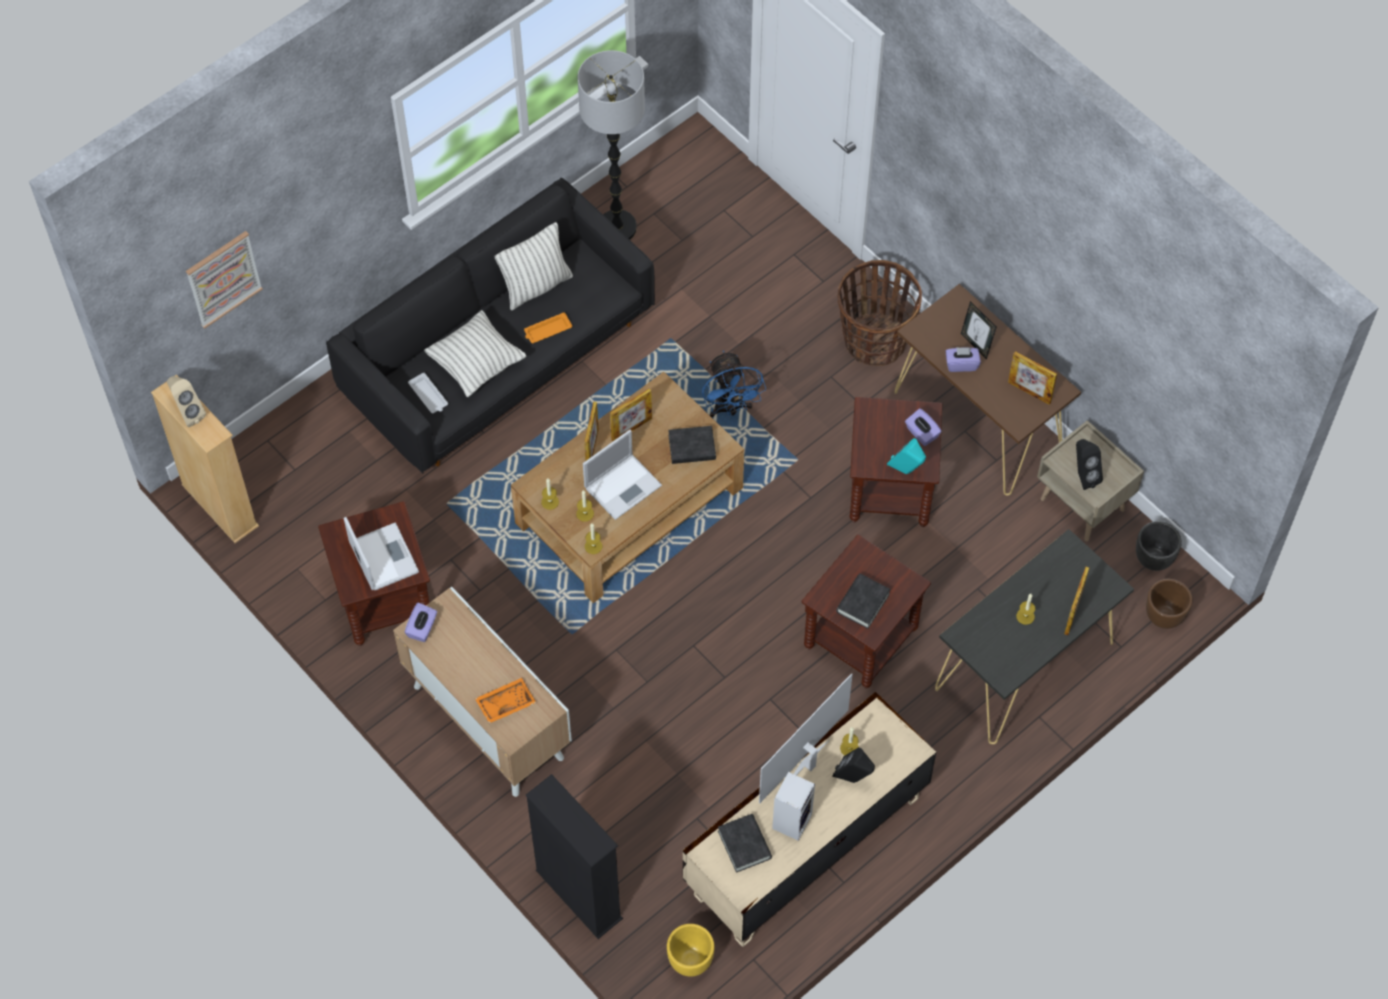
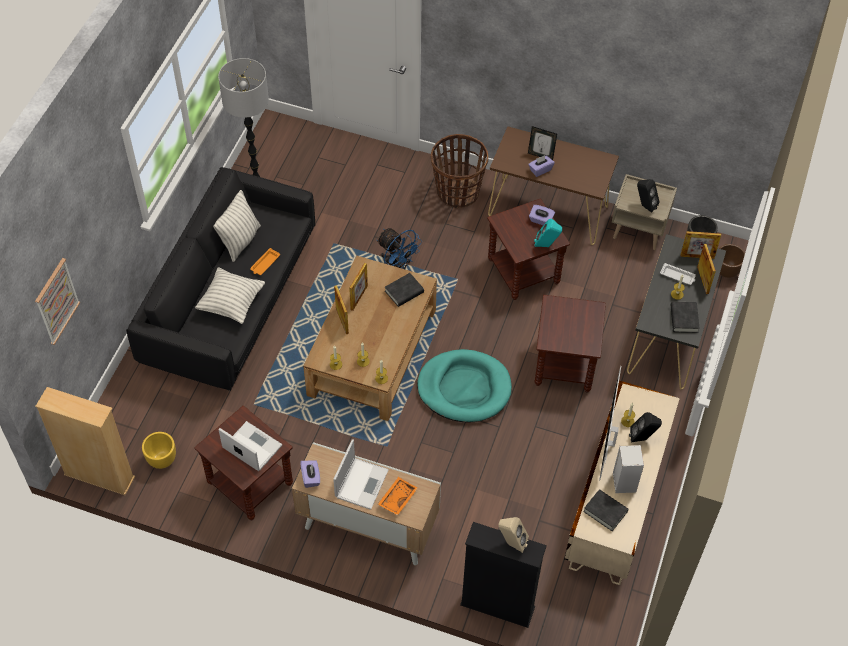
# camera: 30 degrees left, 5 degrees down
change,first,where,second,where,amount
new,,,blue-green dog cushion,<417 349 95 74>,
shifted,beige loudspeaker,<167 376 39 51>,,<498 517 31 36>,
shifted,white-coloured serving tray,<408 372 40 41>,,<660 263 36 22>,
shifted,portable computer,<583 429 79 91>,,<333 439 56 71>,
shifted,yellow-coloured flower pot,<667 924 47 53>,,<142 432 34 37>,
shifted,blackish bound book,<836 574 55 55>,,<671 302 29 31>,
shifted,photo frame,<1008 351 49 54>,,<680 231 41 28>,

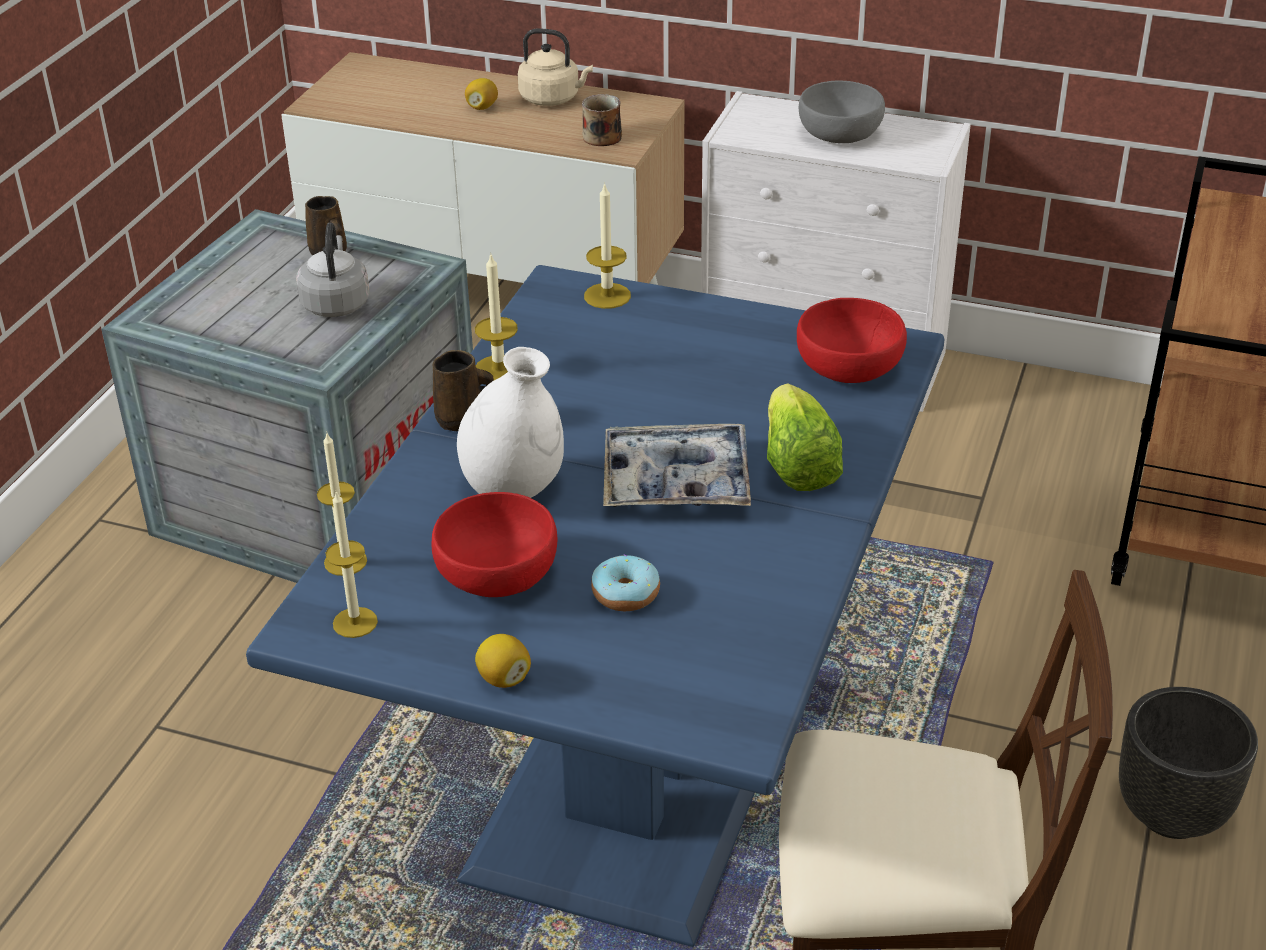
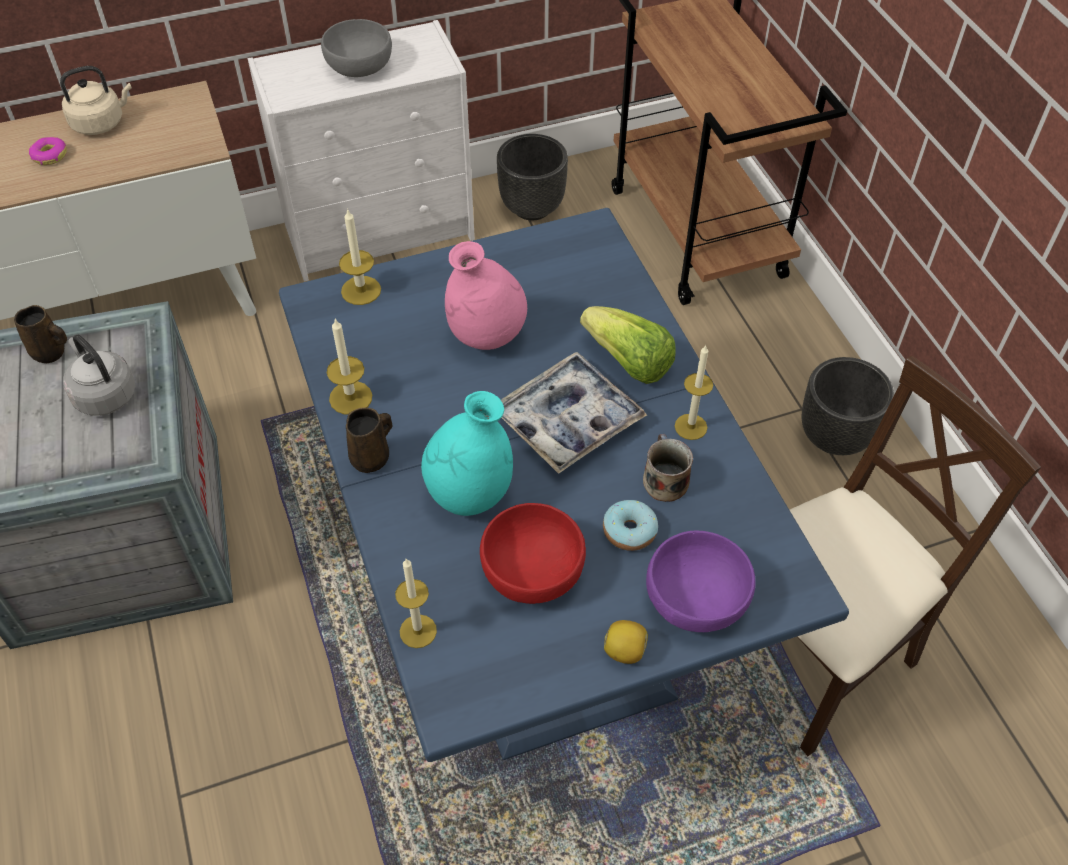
# camera: 40 degrees left, 15 degrees up
change,first,where,second,where,amount
gone,red bowl,<797 298 110 85>,,,
new,,,pink decorative vase,<445 241 82 109>,
new,,,blackish flower pot,<497 134 71 87>,
new,,,purple bowl,<646 531 110 101>,
shifted,wax light,<325 491 53 147>,,<675 345 38 95>,
shifted,mug,<582 94 40 52>,,<643 434 50 68>,
swapped,lemon,<465 78 33 32>,doughnut,<29 137 38 28>,
repainted,white-coloured decorative vase,<457 347 107 151>,blue-green decorative vase,<421 391 92 125>,

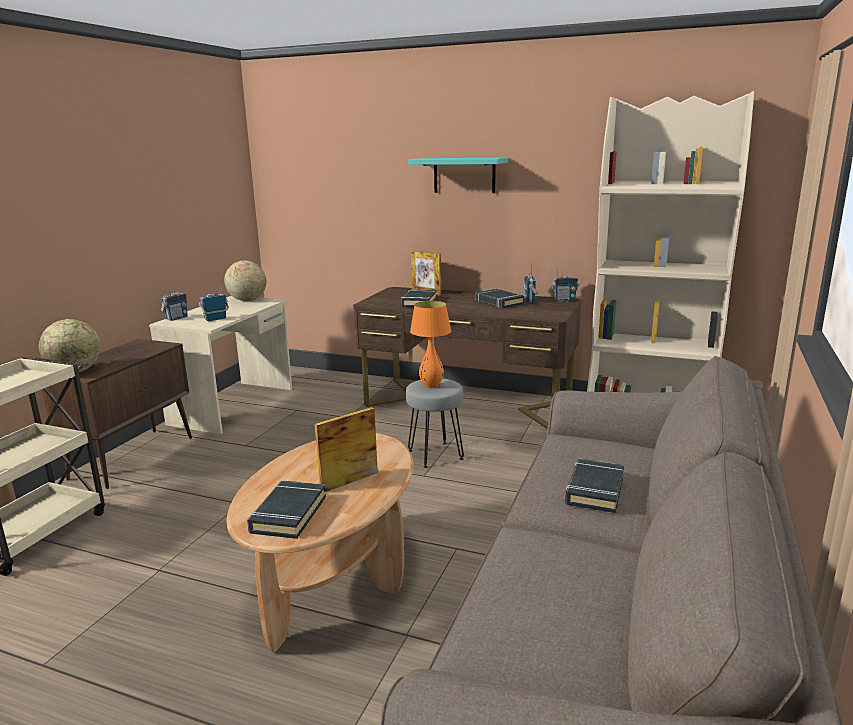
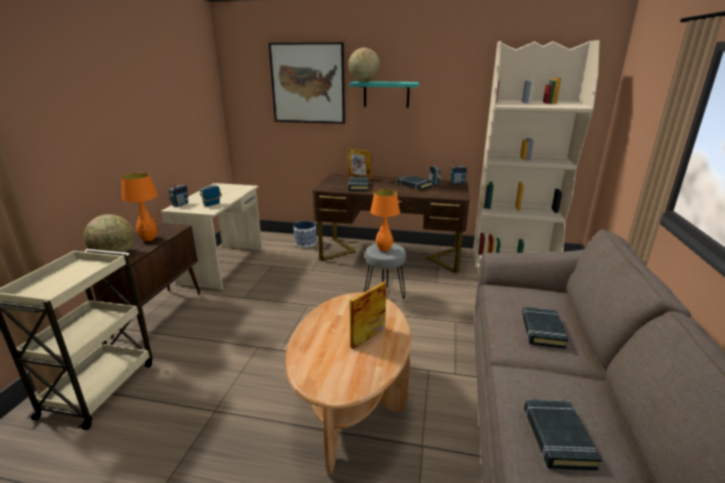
# camera: 10 degrees left, 5 degrees up
change,first,where,second,where,amount
new,,,orange table lamp,<121 173 37 68>,
new,,,wall picture,<268 42 77 82>,
new,,,flower pot,<293 221 24 27>,
shifted,world globe,<224 260 42 41>,,<348 48 32 34>,
shifted,blackish bound book,<247 480 79 59>,,<524 399 77 71>,

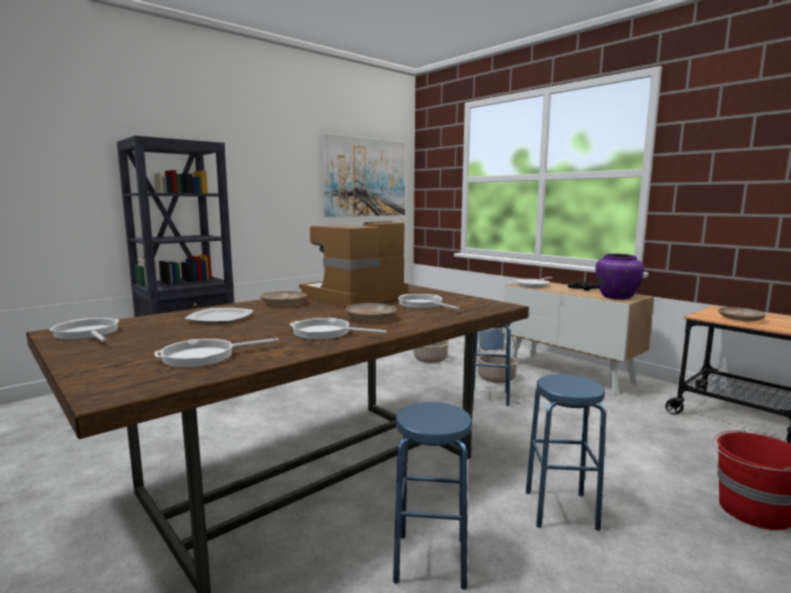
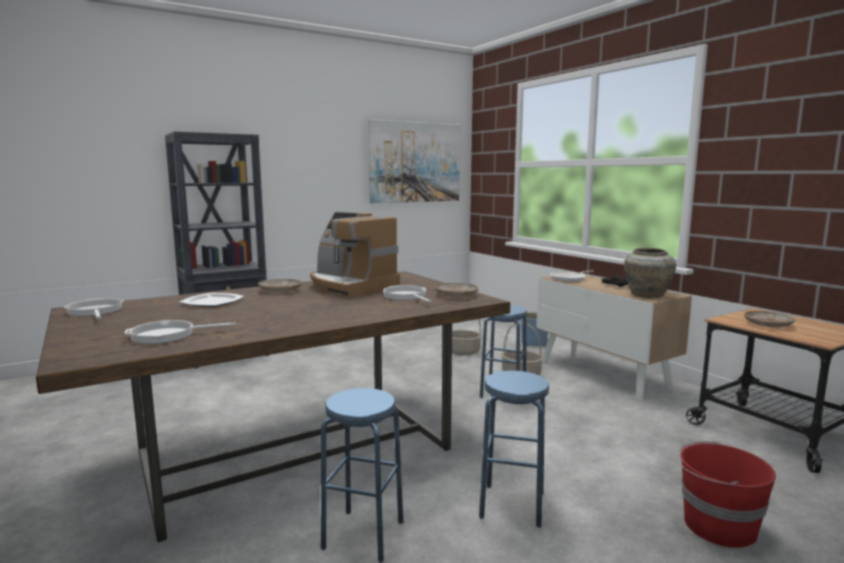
# camera: 10 degrees right, 0 degrees up
change,first,where,second,where,amount
gone,skillet,<289 318 98 22>,,,
shifted,beige dinner plate,<346 303 51 18>,,<435 283 44 14>,
repainted,purple decorative vase,<596 254 48 46>,beige decorative vase,<624 248 52 50>,
rotated,coffee machine,<299 221 109 87>,,<310 212 90 86>,105 degrees counterclockwise

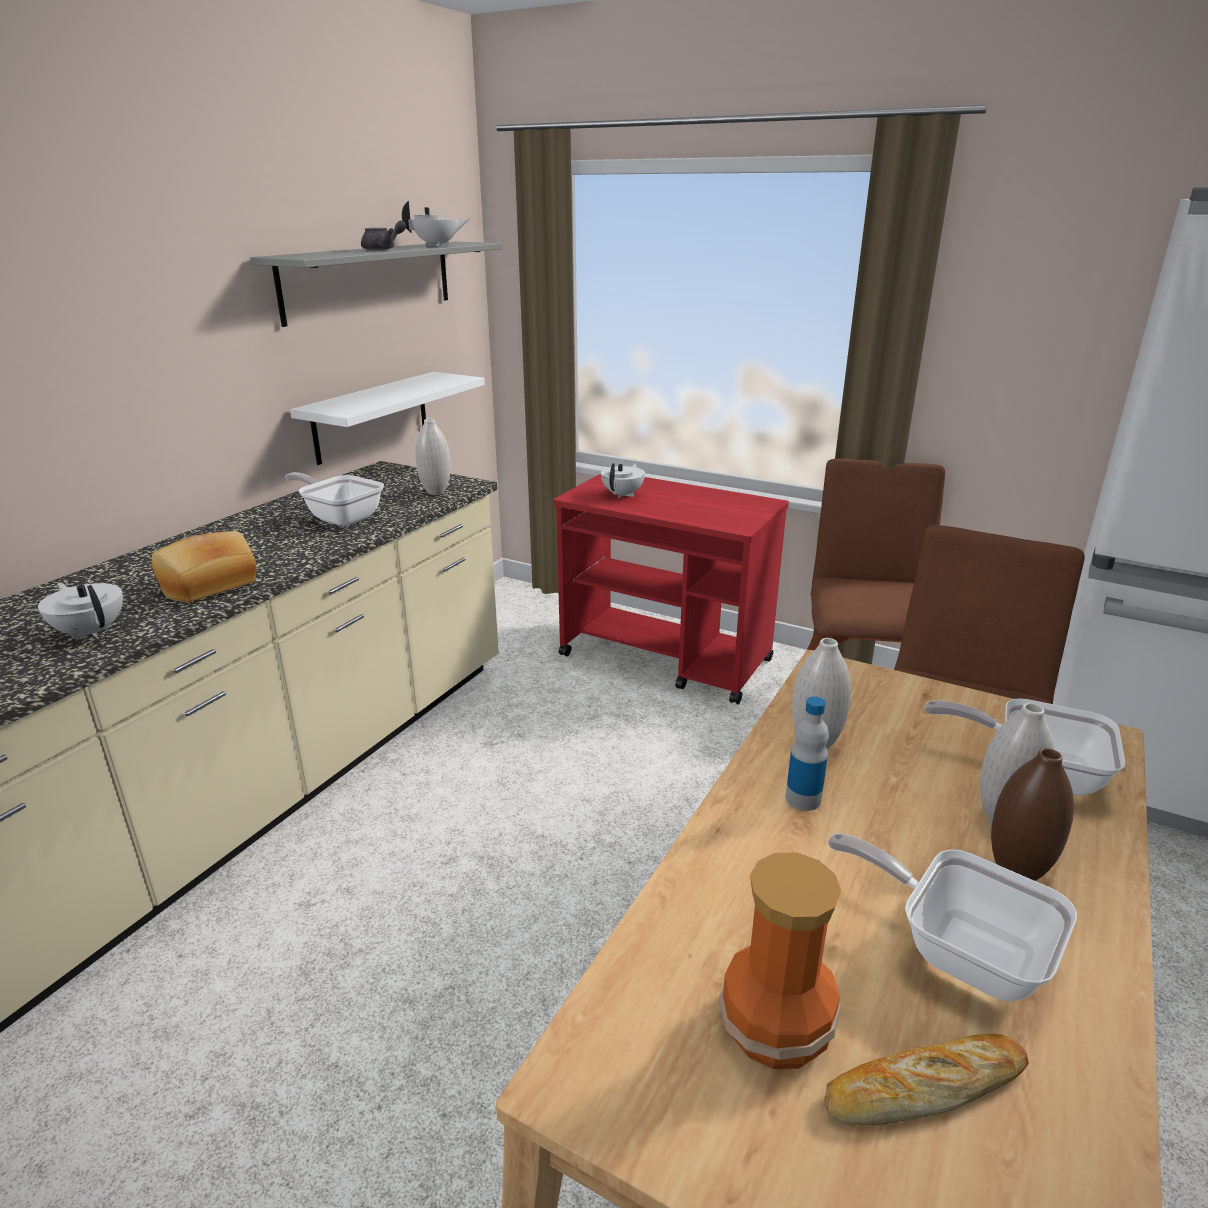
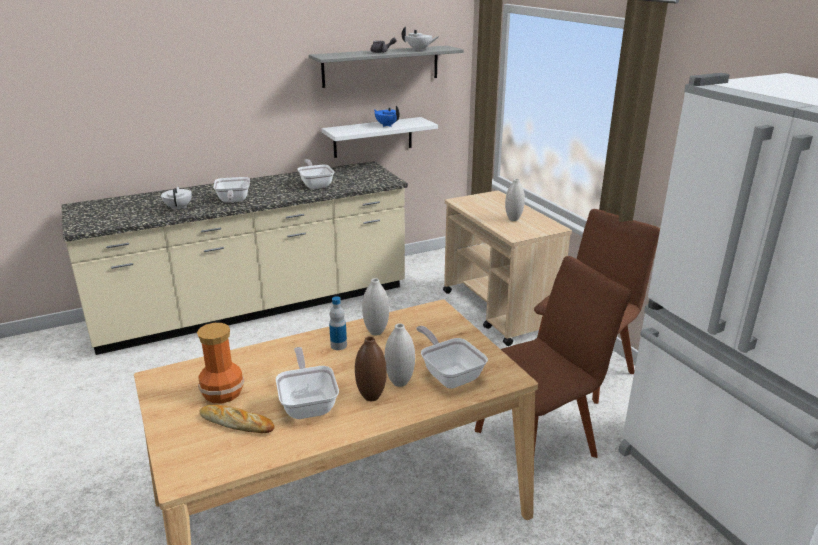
# camera: 35 degrees right, 0 degrees up
change,first,where,second,where,amount
gone,white-coloured tea pot,<601 463 44 35>,,,
new,,,bluish tea pot,<374 105 26 22>,
shifted,white-coloured decorative vase,<415 418 36 77>,,<505 179 20 42>,
swapped,bakery bread,<152 531 105 72>,skillet,<213 177 37 26>,
repainted,red wheeled cart,<554 474 235 231>,beige wheeled cart,<443 191 129 155>,

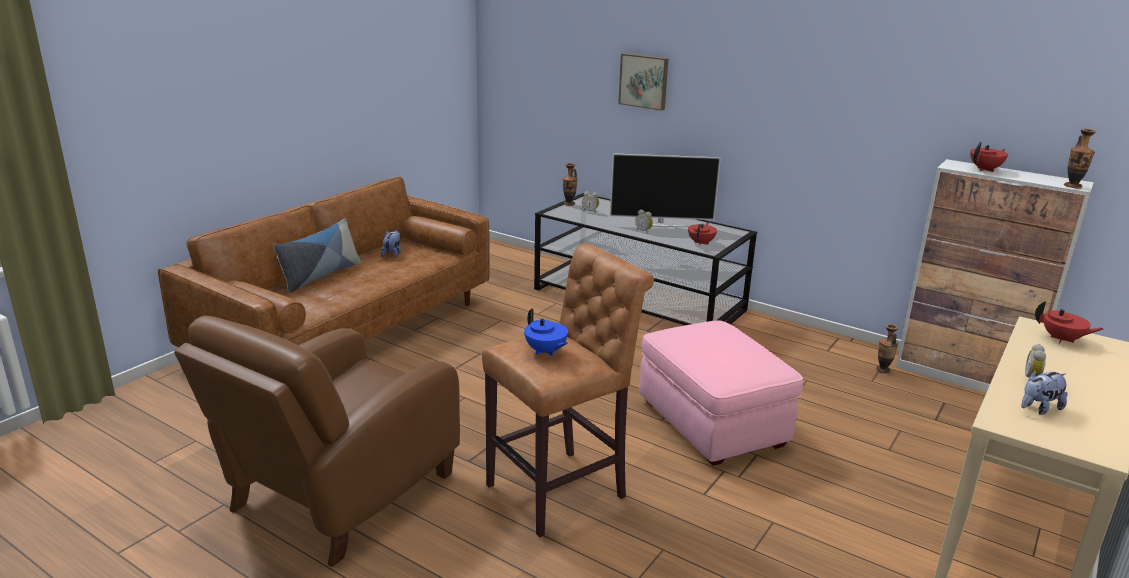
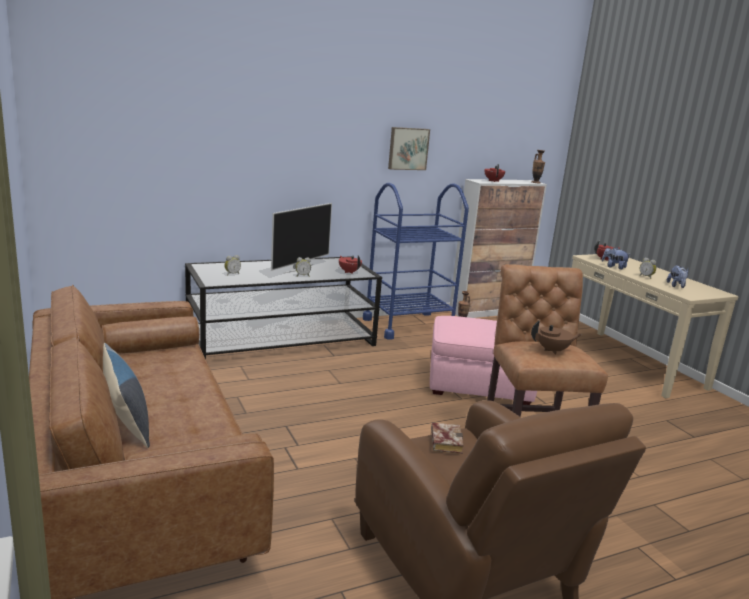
# camera: 60 degrees left, 5 degrees down
change,first,where,second,where,amount
gone,decorative vase,<563 163 15 43>,,,
new,,,bluish wheeled cart,<363 183 106 157>,
new,,,bound book,<431 423 33 31>,
shifted,plush toy,<381 230 20 28>,,<602 247 29 23>,
shifted,wall picture,<618 53 51 58>,,<388 127 42 43>,
repainted,bluish tea pot,<524 308 44 48>,brownish tea pot,<531 321 51 34>,

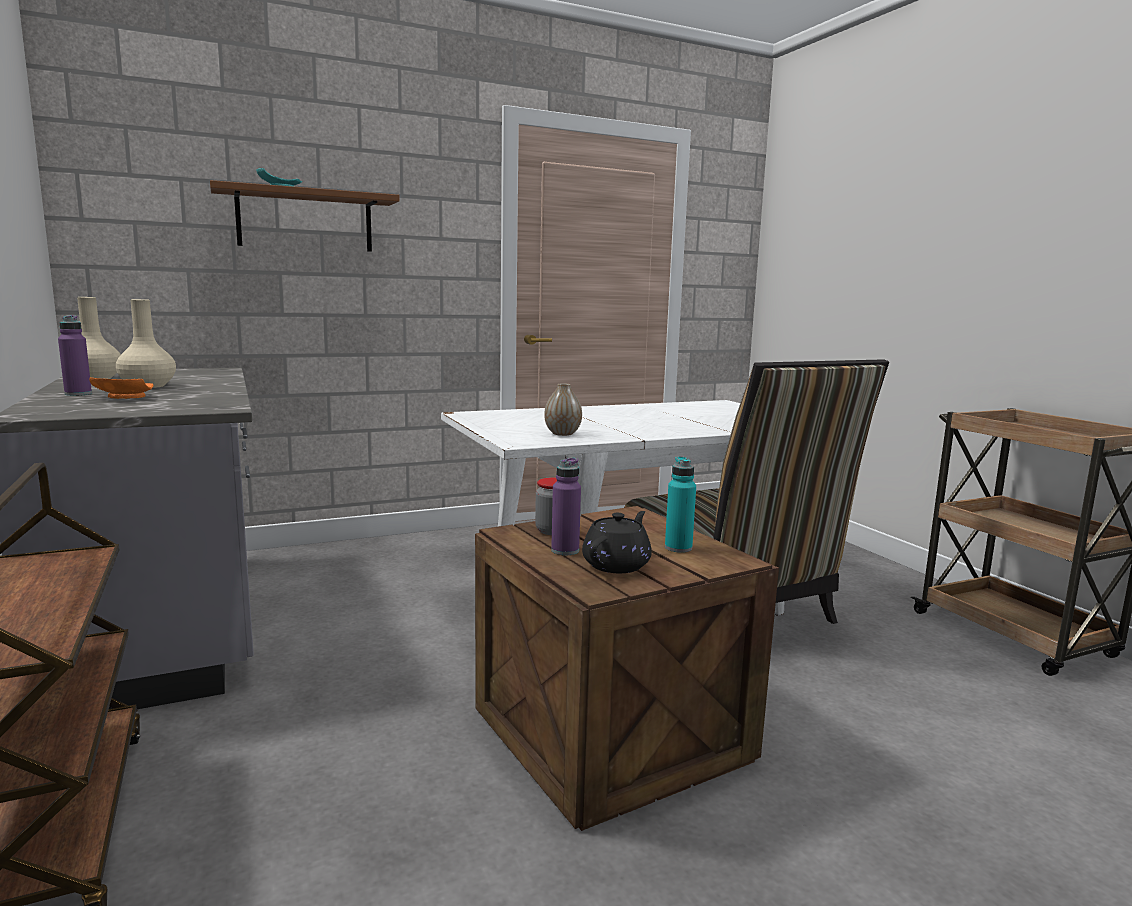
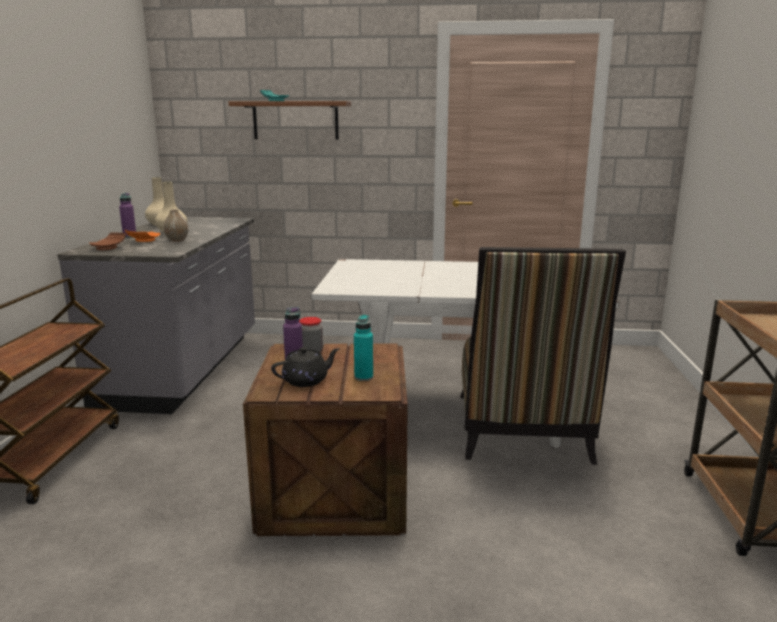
# camera: 30 degrees right, 5 degrees up
change,first,where,second,where,amount
new,,,brownish dinner plate,<89 233 37 17>,
shifted,decorative vase,<544 383 38 53>,,<164 209 24 33>,

